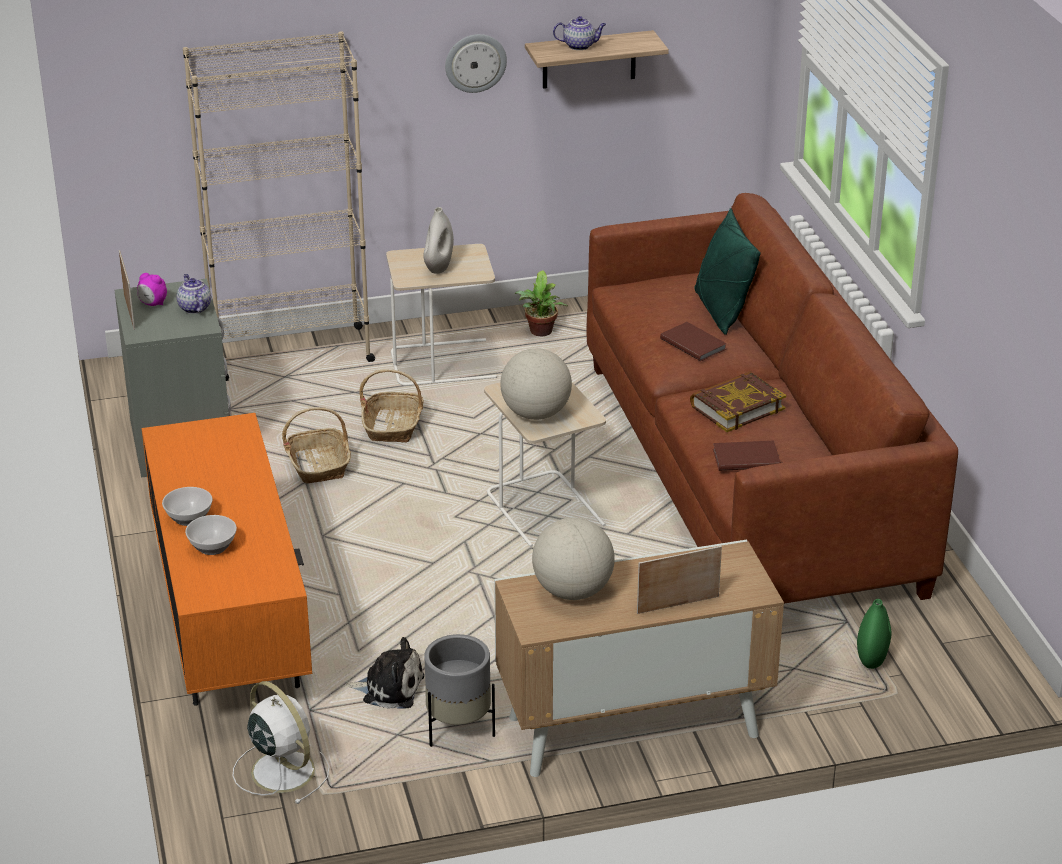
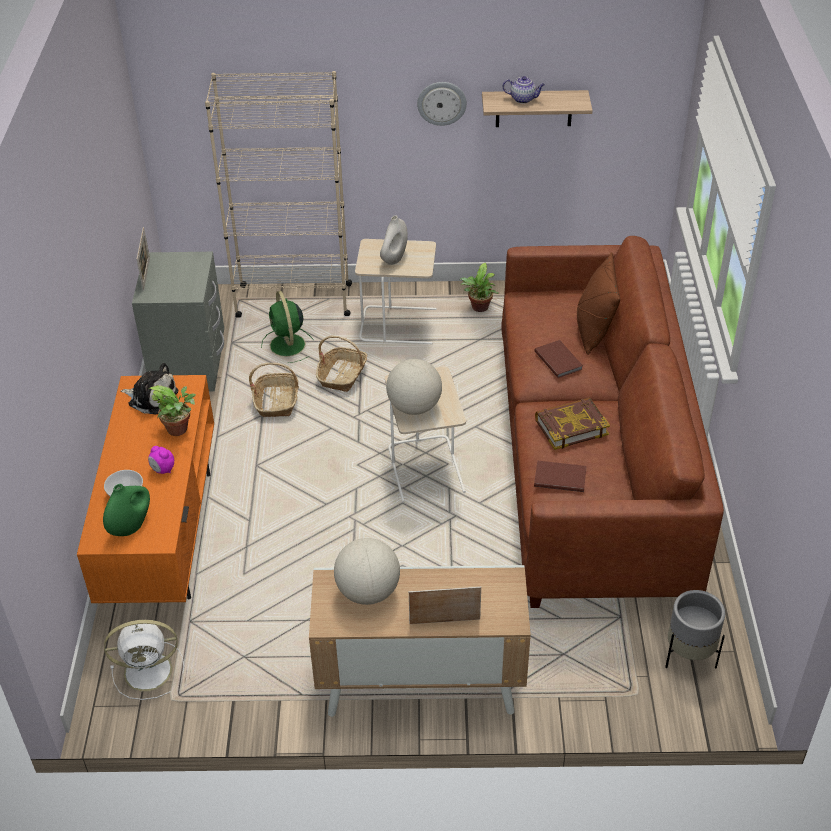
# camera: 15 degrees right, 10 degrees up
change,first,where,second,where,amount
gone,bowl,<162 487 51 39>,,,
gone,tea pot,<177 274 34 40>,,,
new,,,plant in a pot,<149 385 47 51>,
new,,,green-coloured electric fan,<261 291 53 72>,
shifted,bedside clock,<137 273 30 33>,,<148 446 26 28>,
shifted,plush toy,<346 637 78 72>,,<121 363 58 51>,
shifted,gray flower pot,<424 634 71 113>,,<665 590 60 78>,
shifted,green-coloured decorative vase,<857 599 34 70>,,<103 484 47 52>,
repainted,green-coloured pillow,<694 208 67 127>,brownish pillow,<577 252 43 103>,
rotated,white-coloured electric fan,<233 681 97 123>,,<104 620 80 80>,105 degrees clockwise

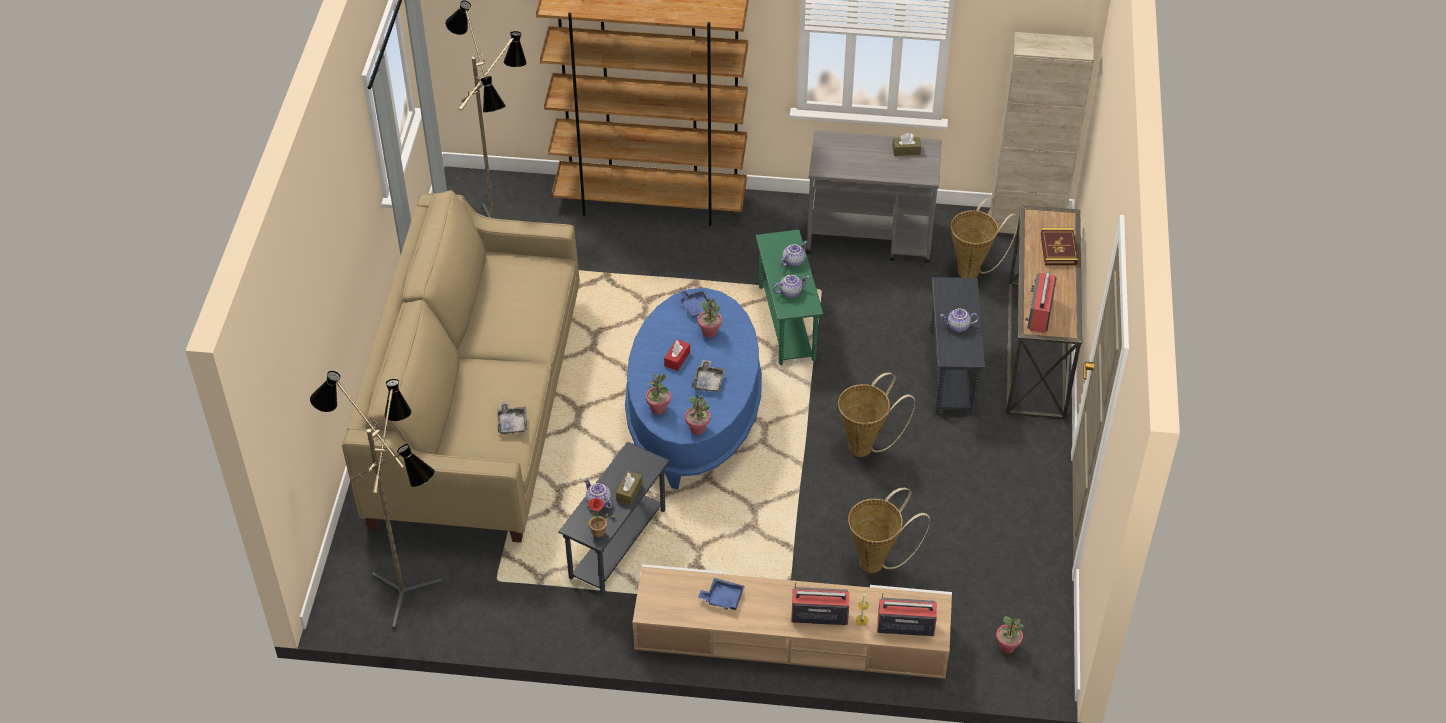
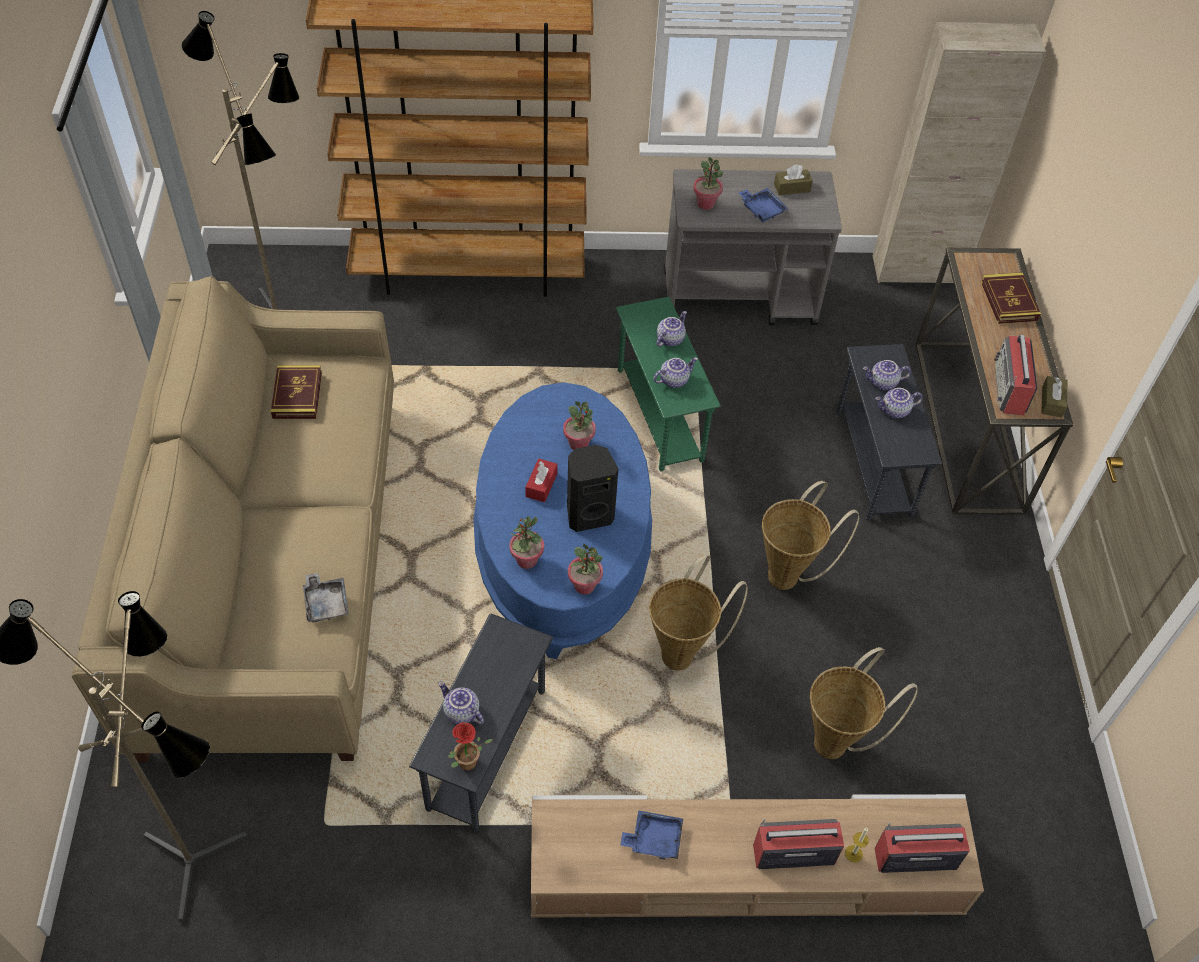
# camera: 10 degrees left, 5 degrees up
change,first,where,second,where,amount
new,,,bound book,<271 365 51 54>,
new,,,tea pot,<863 360 48 30>,
shifted,brownish tissue holder,<616 471 26 34>,,<1041 376 27 42>,
shifted,bluish serving tray,<679 289 35 29>,,<739 188 49 34>,
shifted,storage basket,<951 197 67 81>,,<649 554 99 116>,
shifted,plant in a pot,<996 615 28 39>,,<693 157 30 53>,
swapped,gray serving tray,<692 360 34 32>,blackish loudspeaker,<567 445 51 87>,

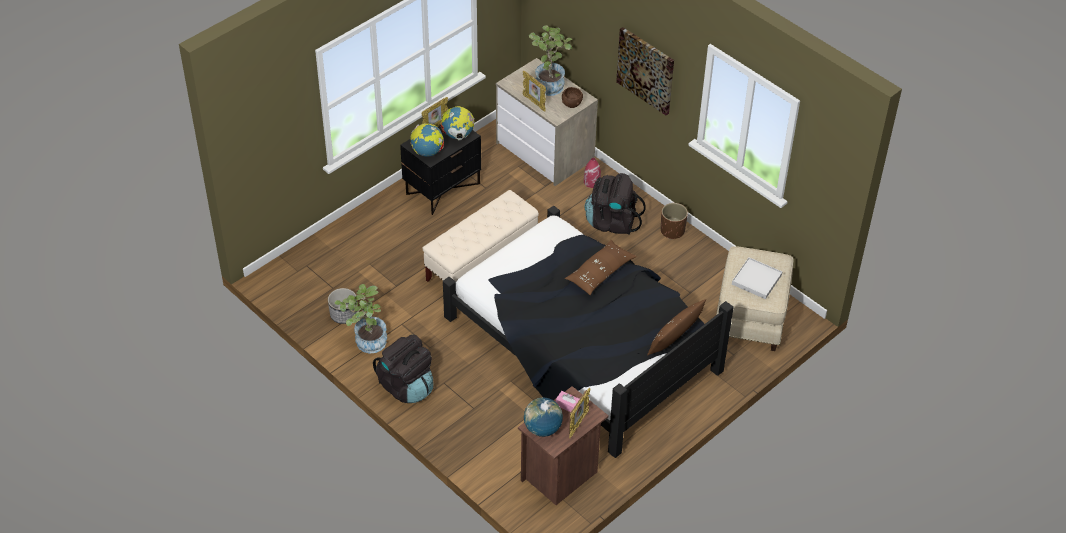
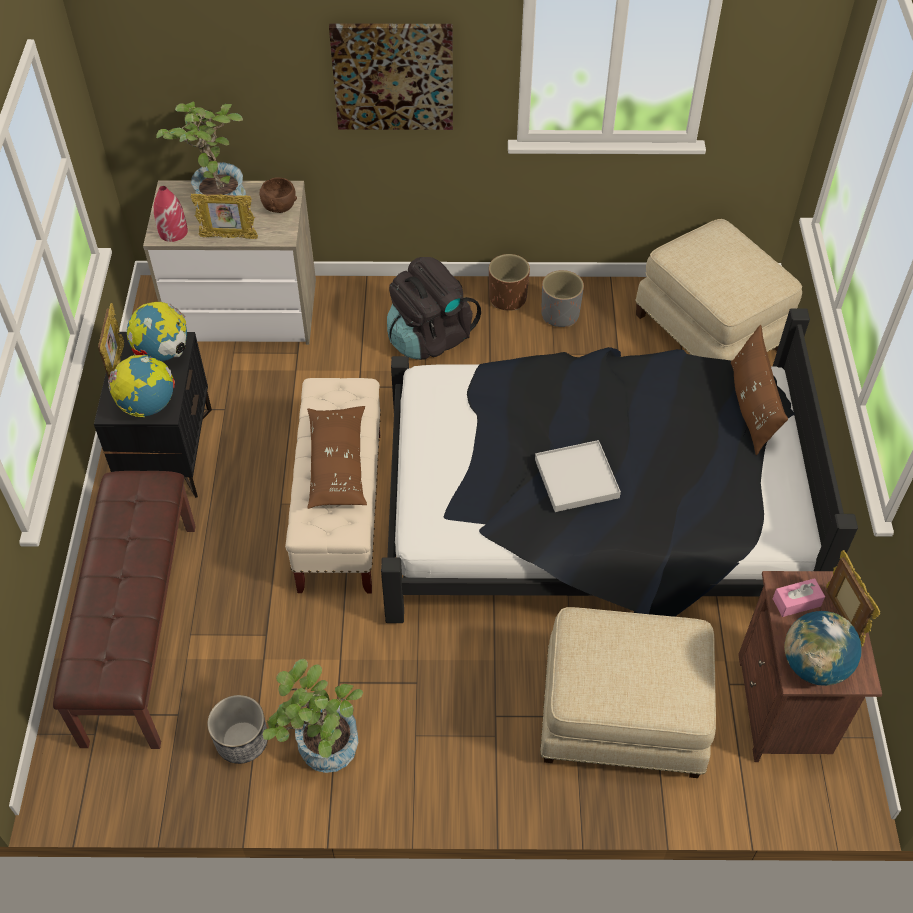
# camera: 45 degrees left, 5 degrees up
change,first,where,second,where,amount
gone,blackish backpack,<373 335 60 68>,,,
new,,,brownish indoor bench,<53 471 143 278>,
new,,,beige ottoman,<540 607 176 171>,
new,,,gray flower pot,<541 270 43 57>,
shifted,brownish pillow,<565 240 72 55>,,<307 406 60 103>,
shifted,red decorative vase,<584 158 17 30>,,<154 186 34 56>,
shifted,white-coloured serving tray,<732 257 50 42>,,<535 440 86 72>,

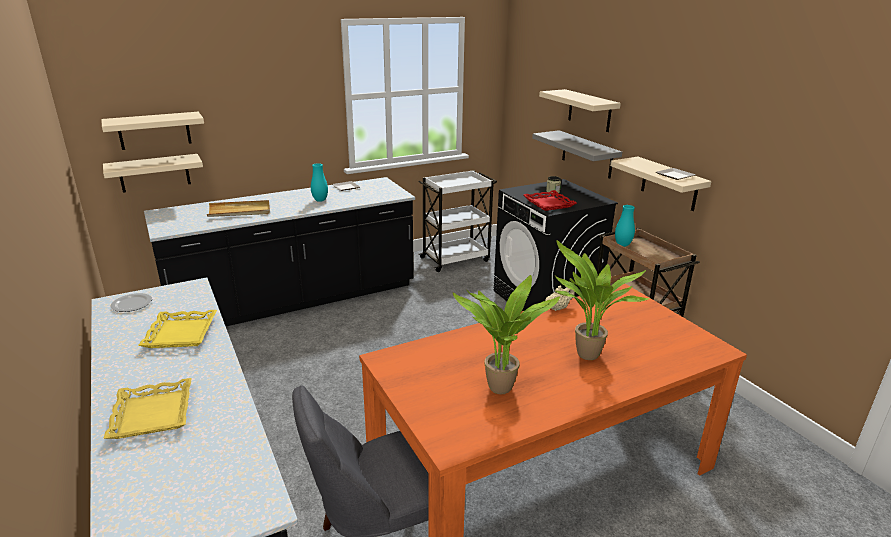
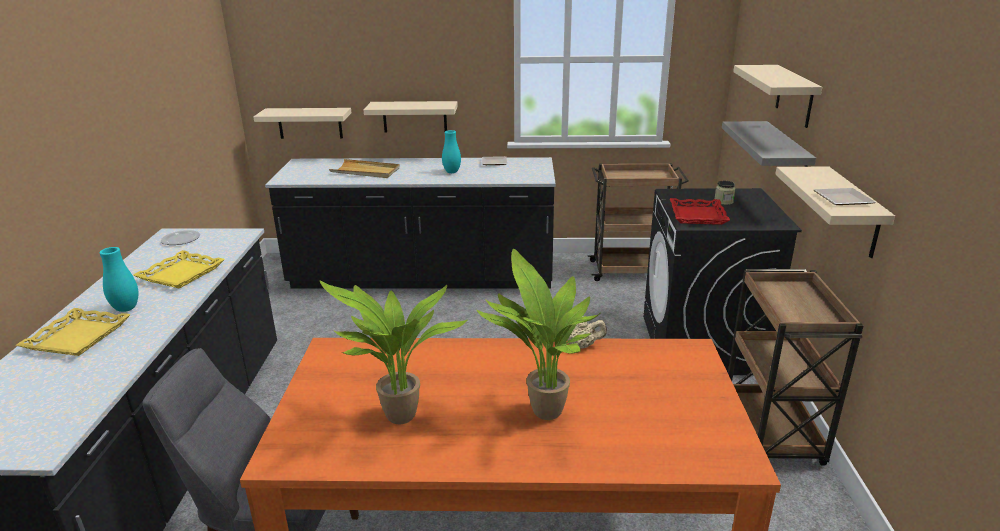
# camera: 30 degrees right, 0 degrees up
change,first,where,second,where,amount
shifted,beige wall shelf,<101 112 103 38>,,<364 101 94 32>,
shifted,blue-green decorative vase,<615 205 20 42>,,<100 247 38 65>,
repainted,white-coloured wheeled cart,<418 170 79 102>,brownish wheeled cart,<588 163 101 118>,

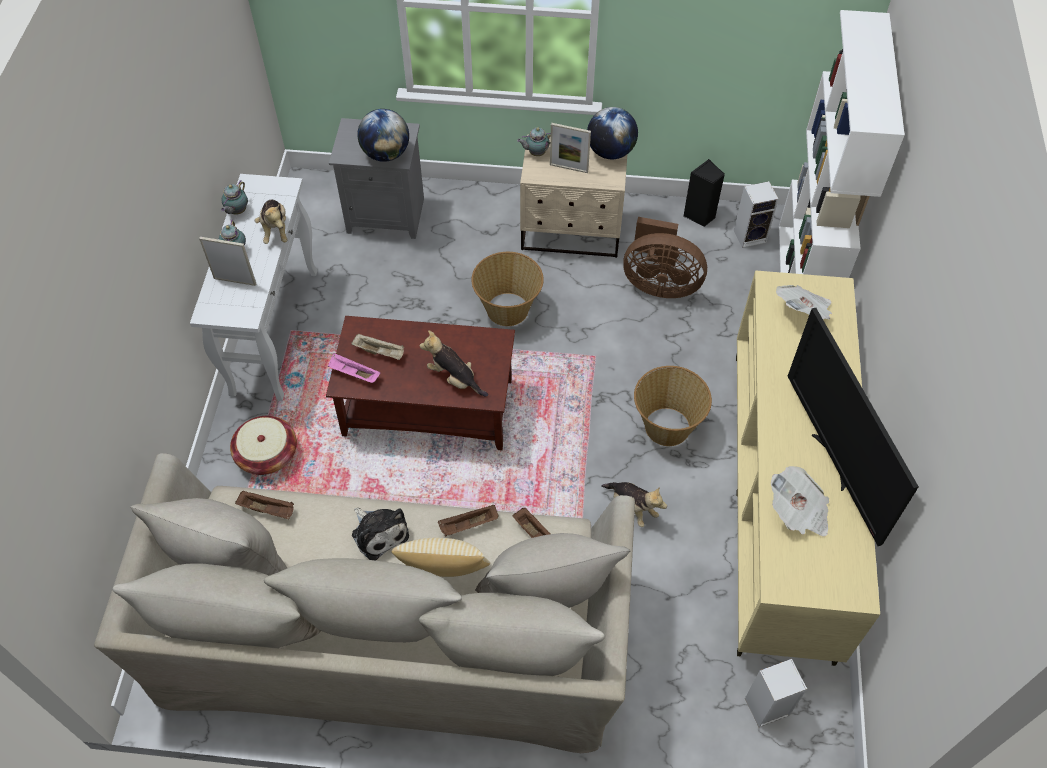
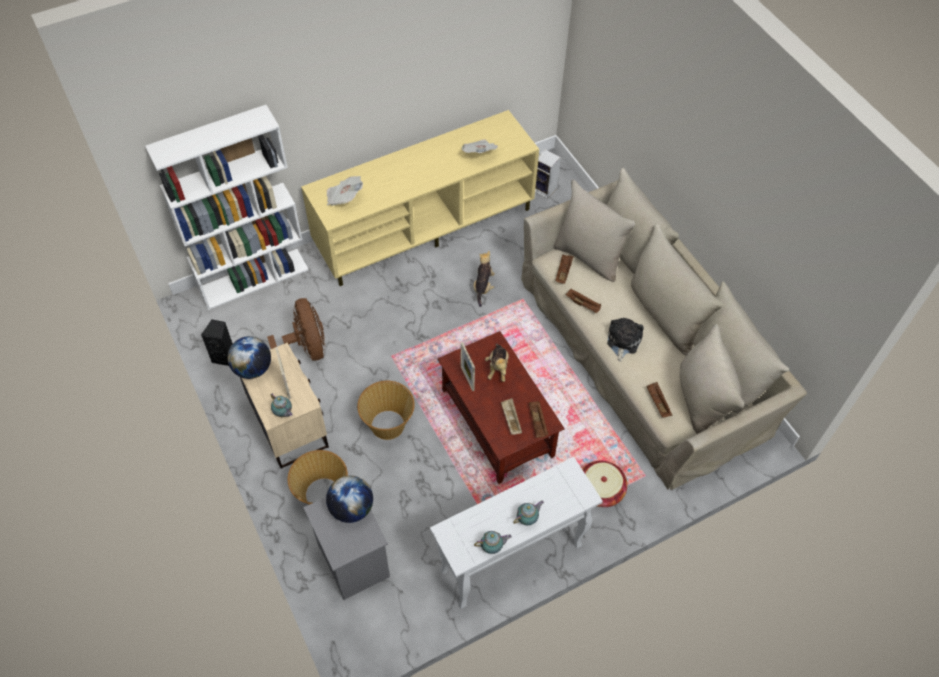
# camera: 125 degrees left, 0 degrees up
change,first,where,second,where,amount
gone,plush toy,<255 200 33 44>,,,
gone,pillow,<392 538 98 39>,,,
gone,loudspeaker,<734 181 45 67>,,,
gone,TV,<787 308 132 238>,,,
shifted,photo frame,<199 237 57 49>,,<461 342 14 49>,
shifted,storage basket,<634 366 78 80>,,<288 450 60 54>,
repainted,pink serving tray,<328 353 52 30>,brownish serving tray,<529 401 19 37>,

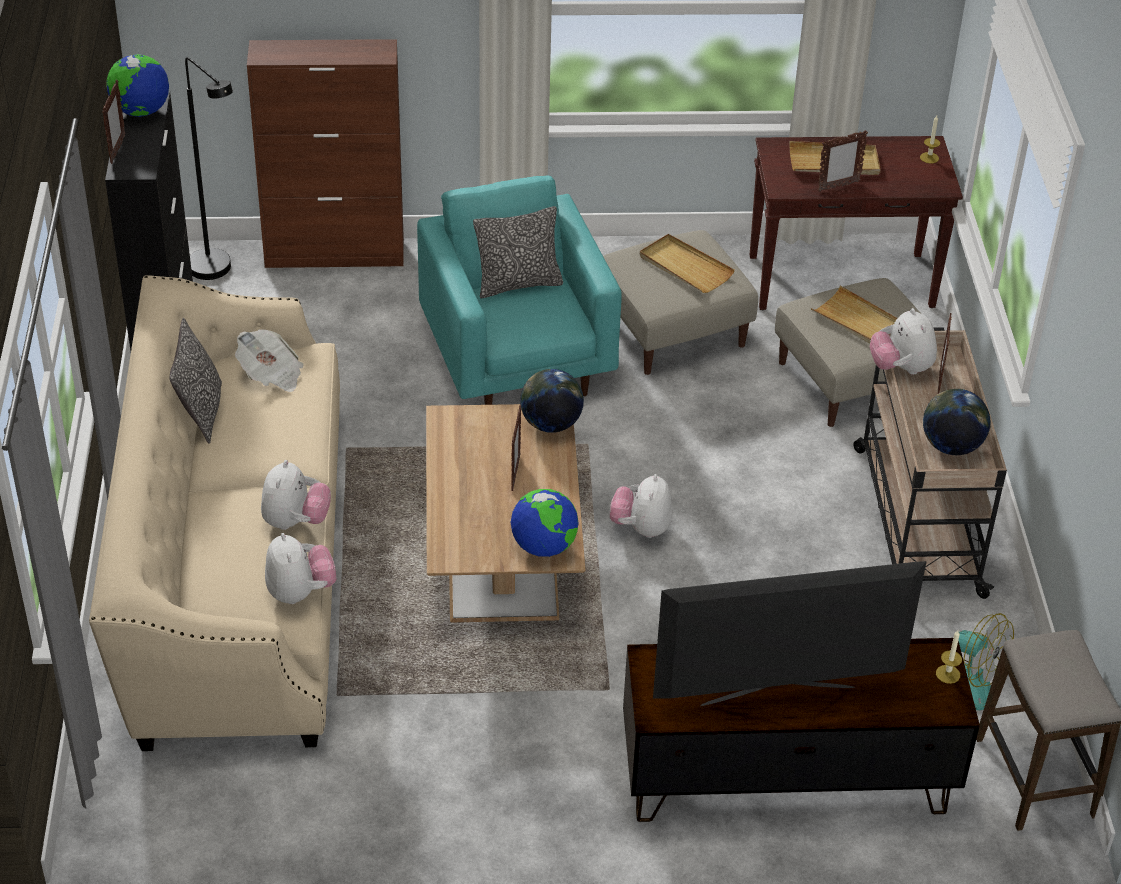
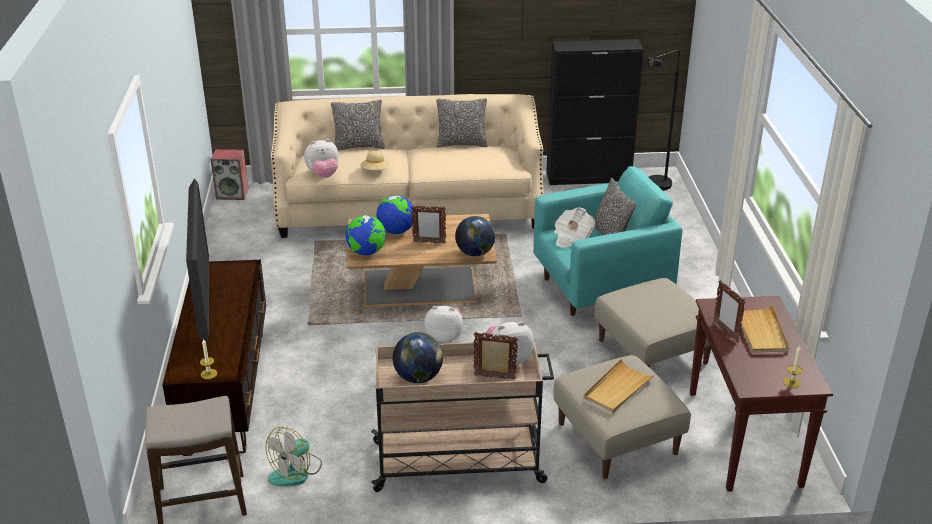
# camera: 90 degrees right, 10 degrees down
change,first,where,second,where,amount
gone,photo frame,<102 80 23 84>,,,
gone,brownish storage cabinet,<247 39 157 229>,,,
gone,beige serving tray,<640 234 95 59>,,,
new,,,loudspeaker,<211 149 38 51>,
new,,,pillow,<331 100 54 51>,
shifted,world globe,<106 54 63 63>,,<376 195 39 39>,
shifted,printed paper,<235 329 69 63>,,<554 207 41 40>,
swapped,plush toy,<261 460 70 70>,beige clothing hat,<360 151 30 19>,

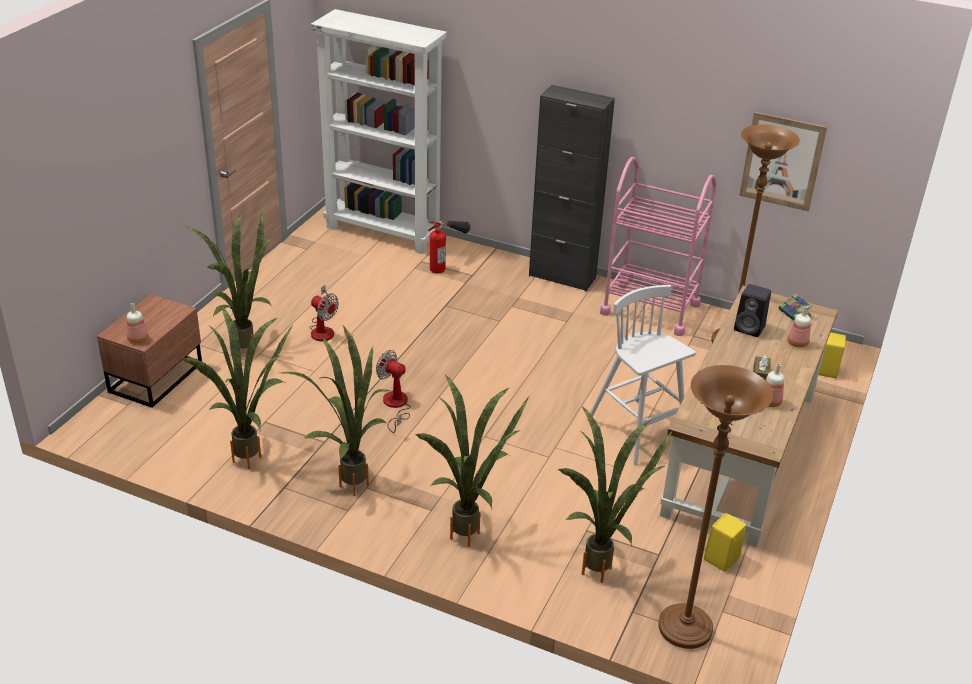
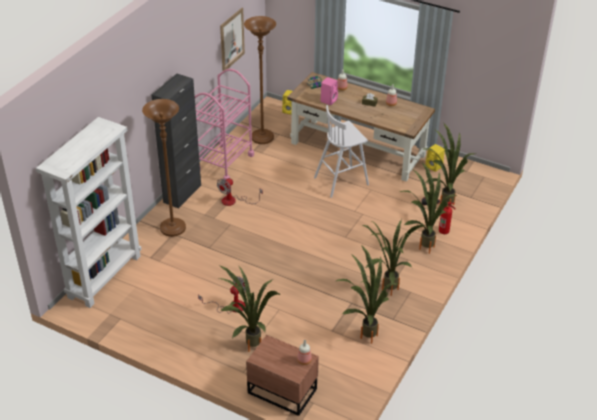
# camera: 85 degrees left, 5 degrees up
change,first,where,second,where,amount
shifted,electric fan,<376 350 35 83>,,<217 178 46 28>,
shifted,extinguisher,<428 221 42 52>,,<421 197 35 37>,
shifted,brownish floor lamp,<658 365 115 284>,,<142 99 44 138>,
repainted,blackish loudspeaker,<734 284 37 53>,pink loudspeaker,<320 77 18 28>,

